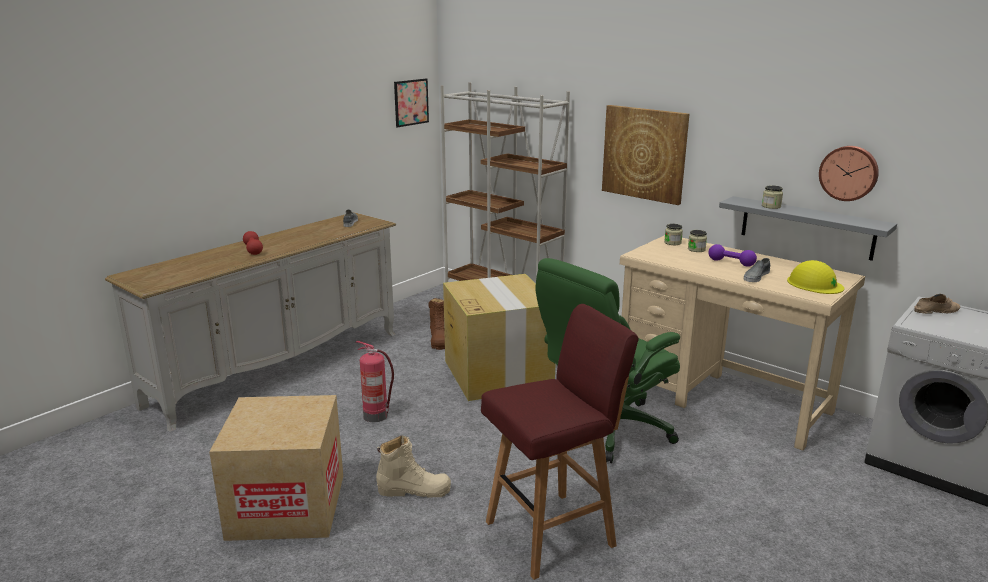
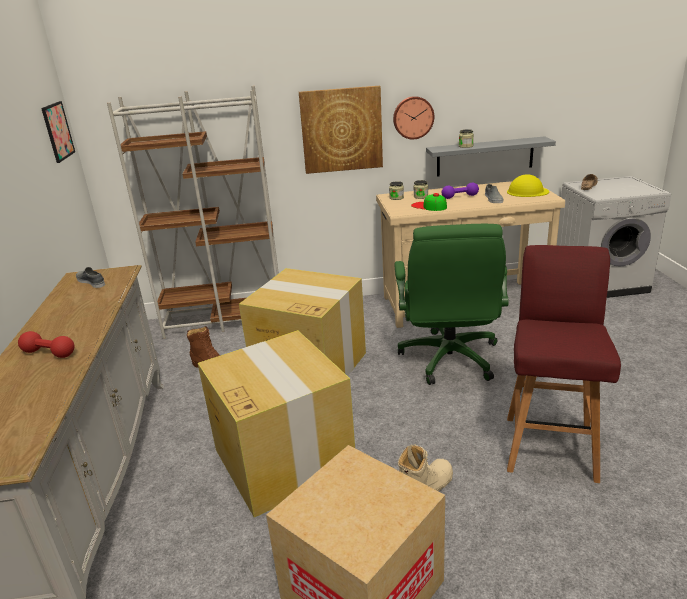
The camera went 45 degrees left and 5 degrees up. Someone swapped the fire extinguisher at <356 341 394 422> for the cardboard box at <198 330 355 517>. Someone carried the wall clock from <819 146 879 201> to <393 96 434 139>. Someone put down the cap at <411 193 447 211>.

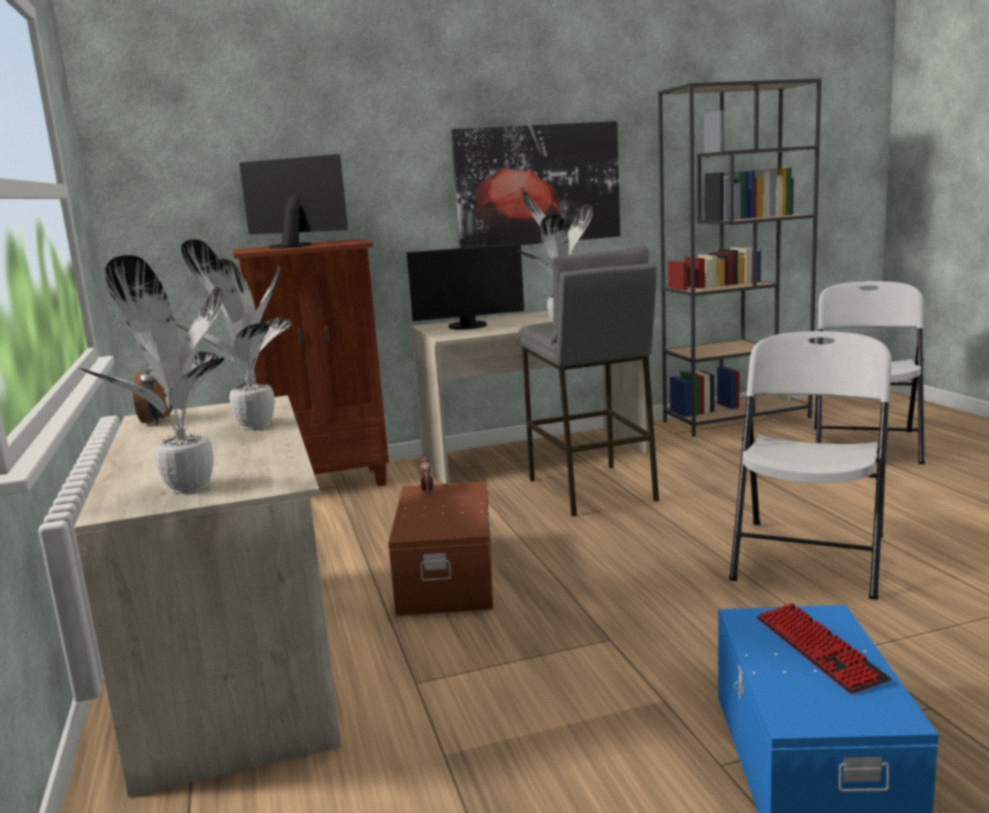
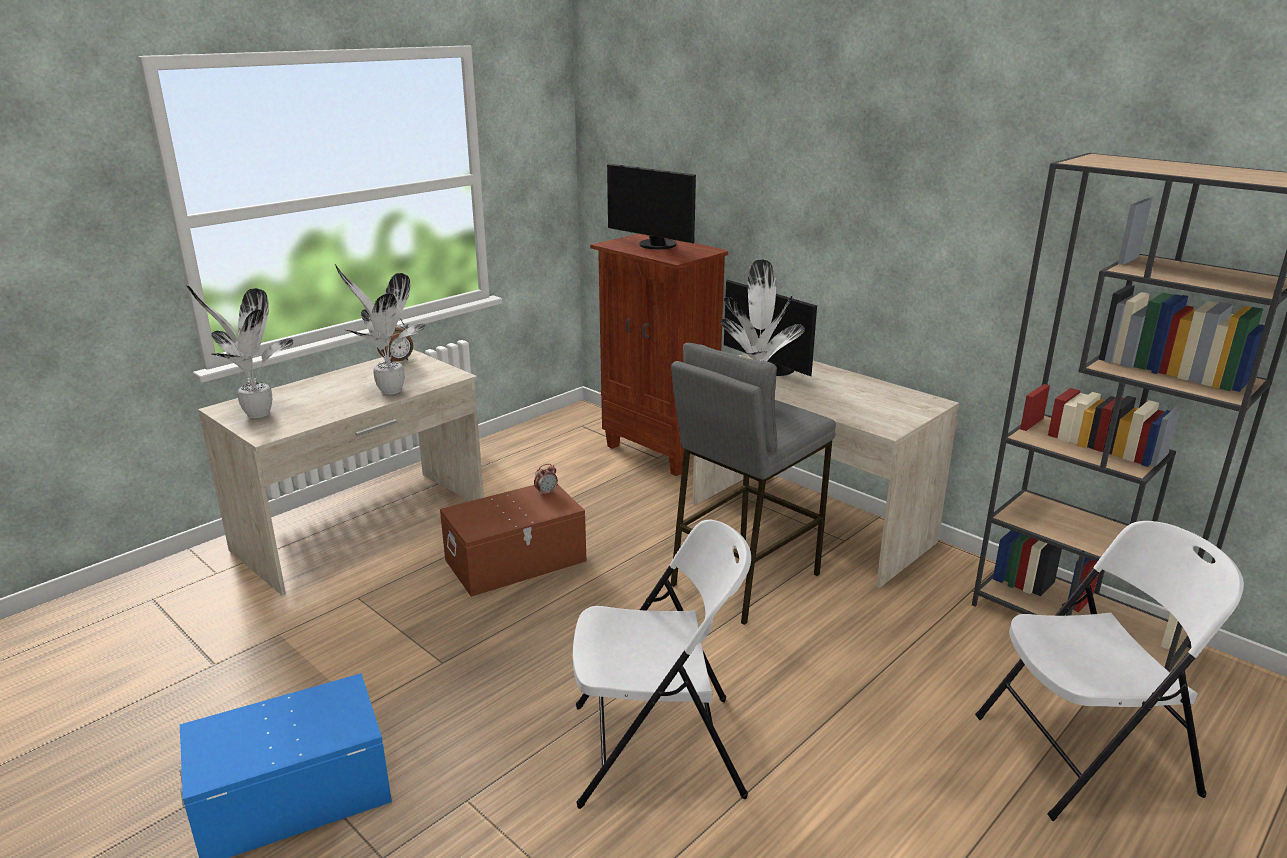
The camera went 60 degrees right and 10 degrees up. Someone rotated the monitor at <239 154 348 249> by 135 degrees clockwise. Someone took away the picture at <451 121 620 248>. Someone took away the keyboard at <757 603 891 694>.

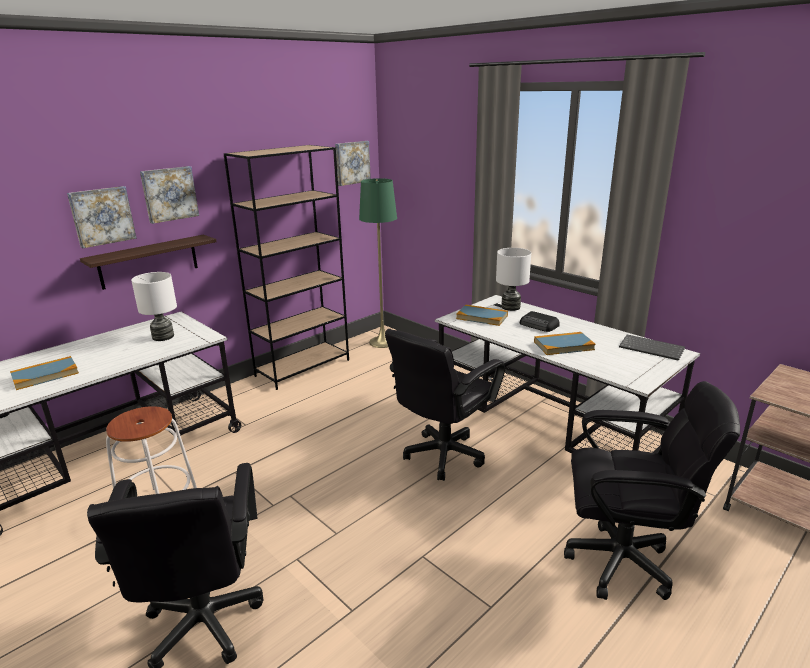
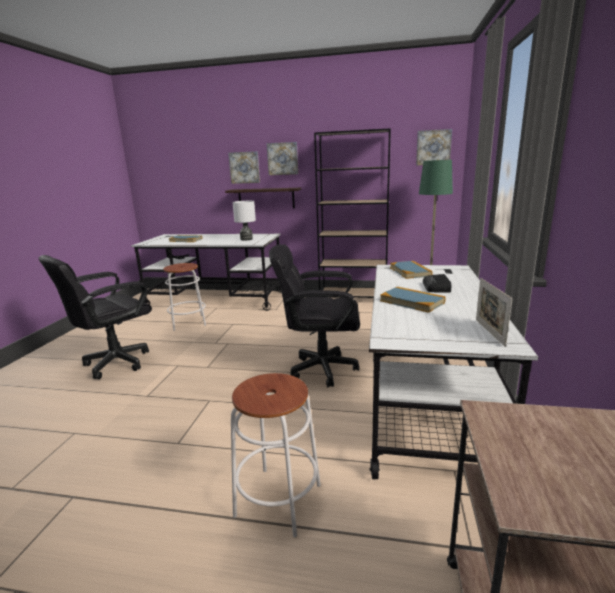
The camera went 55 degrees right and 5 degrees down. Someone took away the white table lamp at <496 248 531 311>. Someone swapped the black office chair at <564 381 740 600> for the white stool at <231 373 321 538>. Someone swapped the keyboard at <619 335 685 361> for the picture frame at <476 278 513 347>.

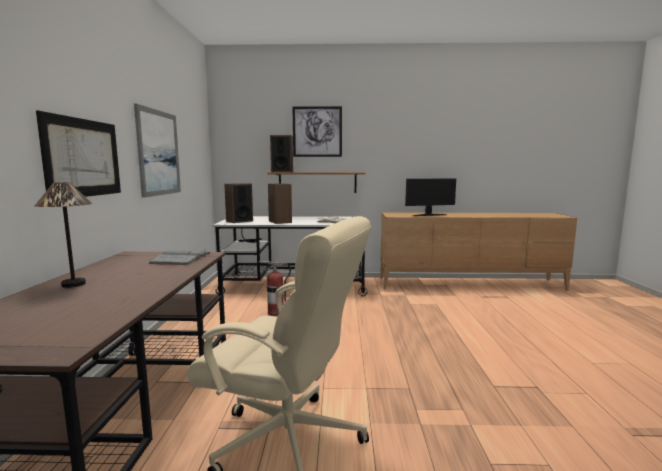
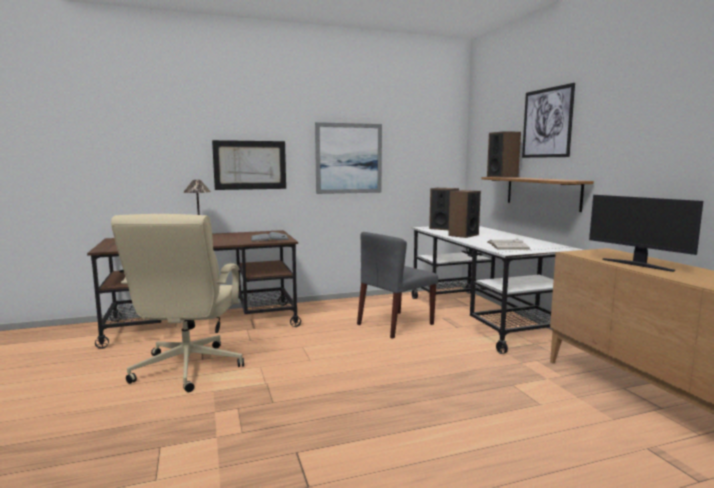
The camera went 70 degrees right and 0 degrees up. Someone swapped the fire extinguisher at <259 261 291 316> for the grey chair at <357 232 438 339>.

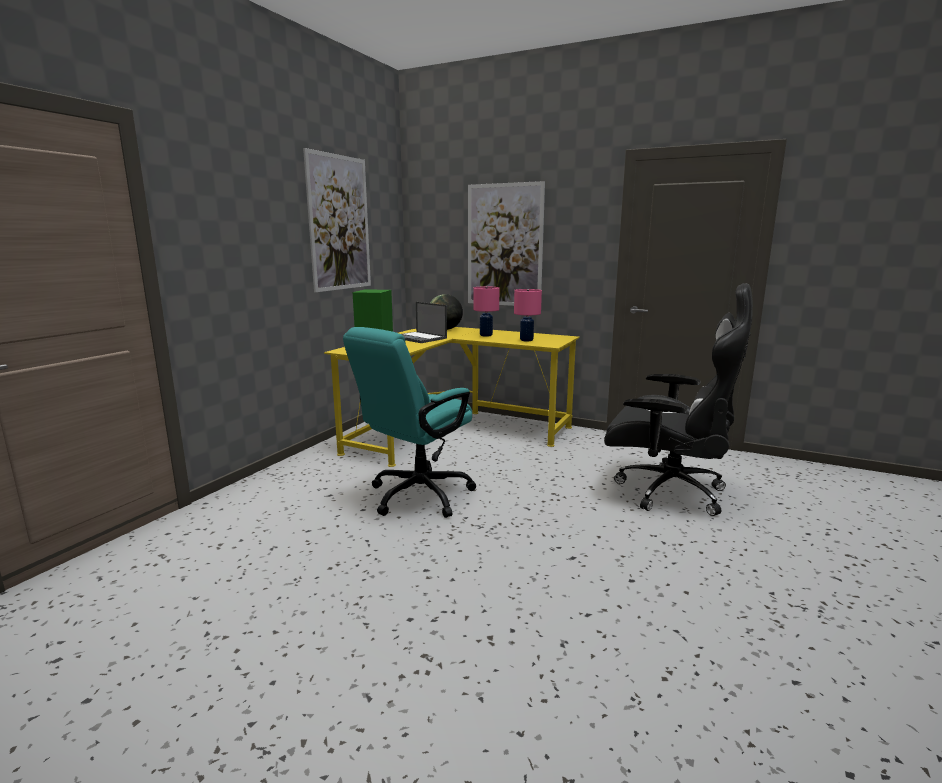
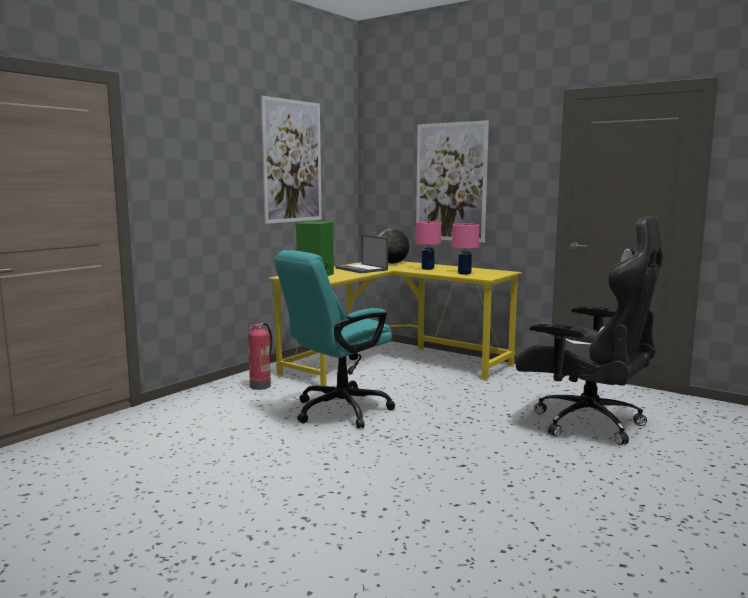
The camera went 10 degrees right and 5 degrees down. Someone put down the fire extinguisher at <248 321 272 390>.

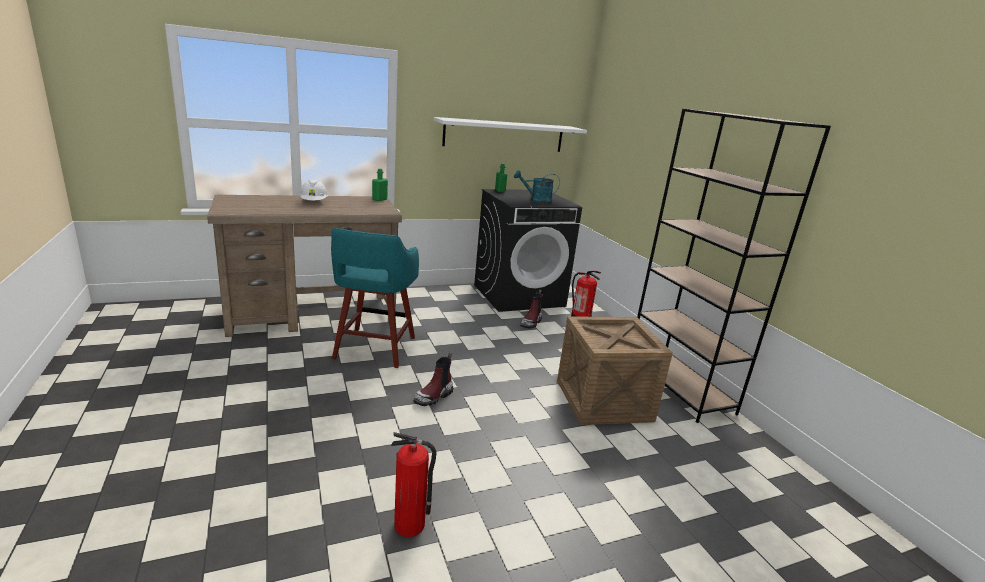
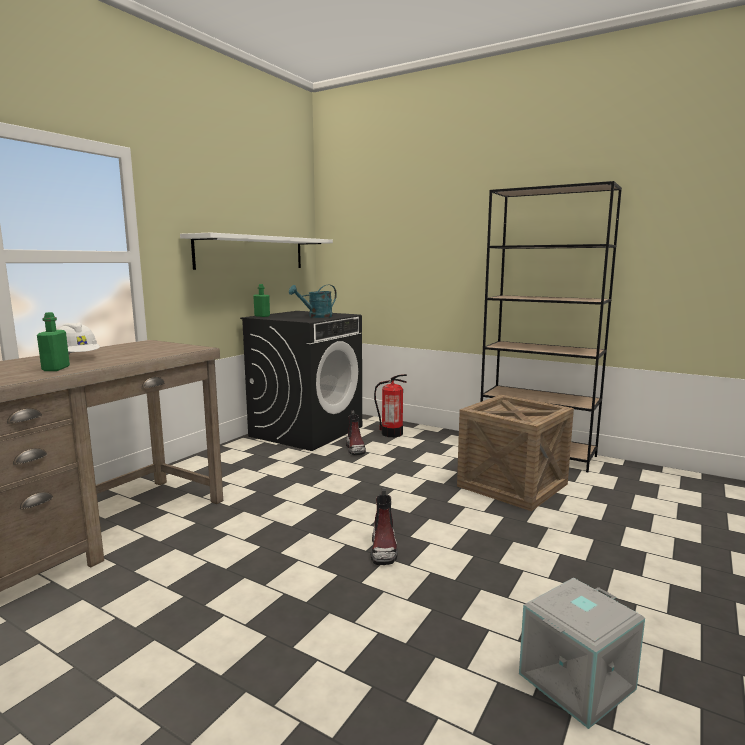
The camera went 35 degrees left and 10 degrees down. Someone took away the turquoise stool at <331 228 419 368>. Someone carried the green bottle from <372 169 388 201> to <37 312 70 371>. Someone swapped the fire extinguisher at <391 432 437 537> for the grey storage box at <519 578 645 729>.

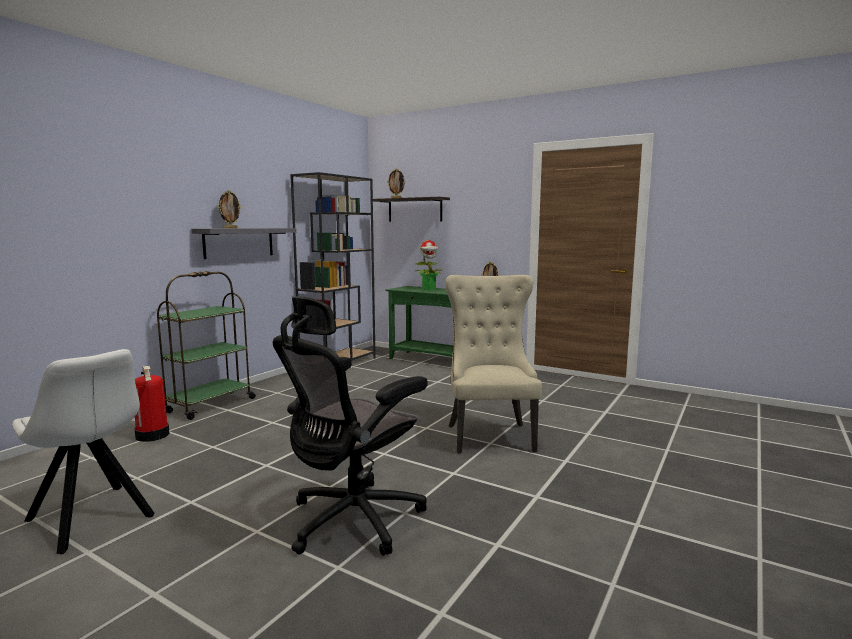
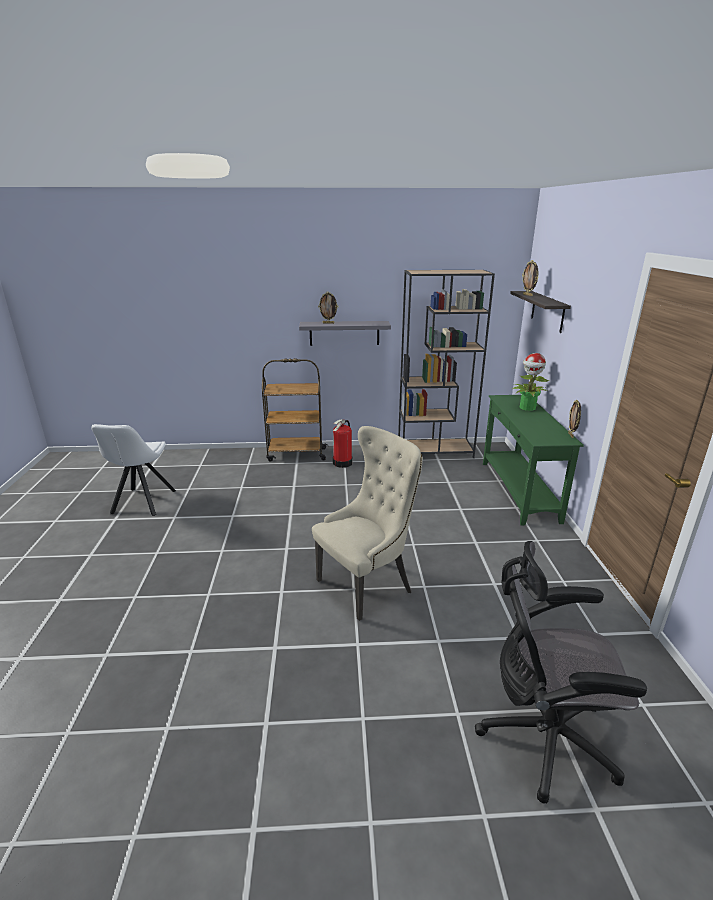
The camera went 55 degrees right and 15 degrees up. Someone carried the fire extinguisher from <134 366 170 442> to <333 419 353 468>. Someone repainted the green cart at <157 271 256 420>, which became the brown cart at <262 358 327 462>. Someone carried the office chair from <273 296 428 556> to <475 541 647 803>.

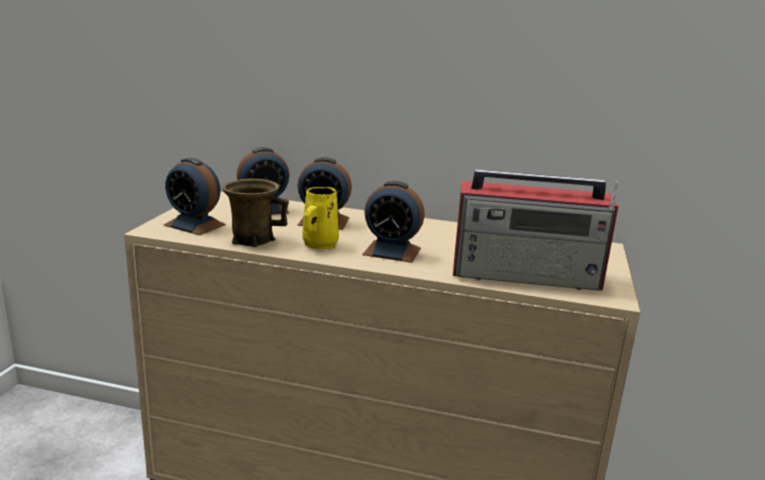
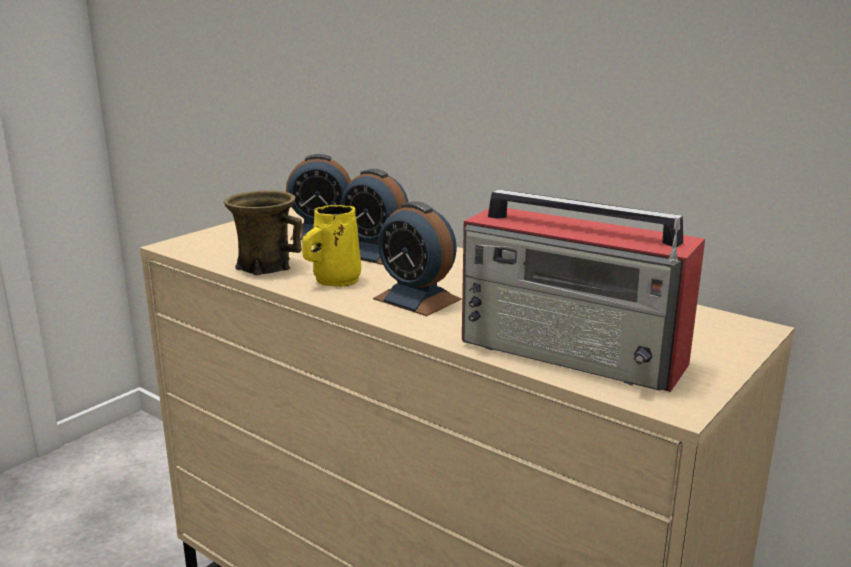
The camera went 25 degrees right and 0 degrees up. Someone took away the alarm clock at <164 158 226 235>.

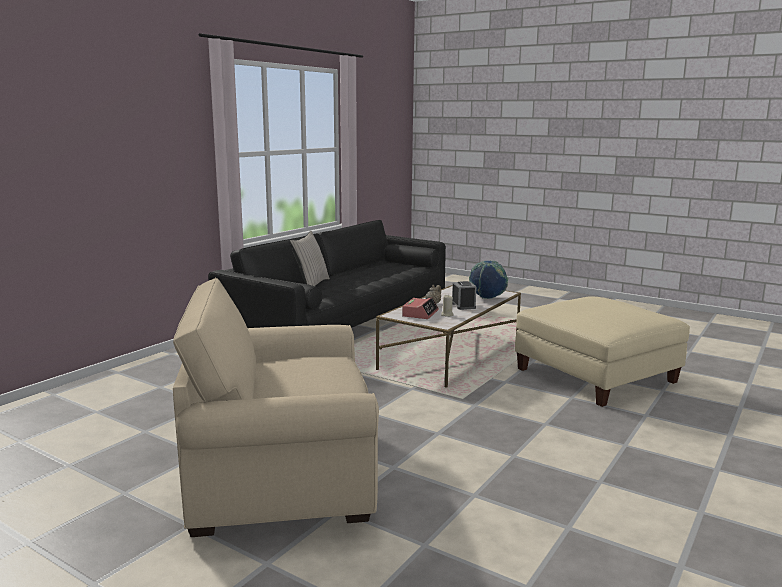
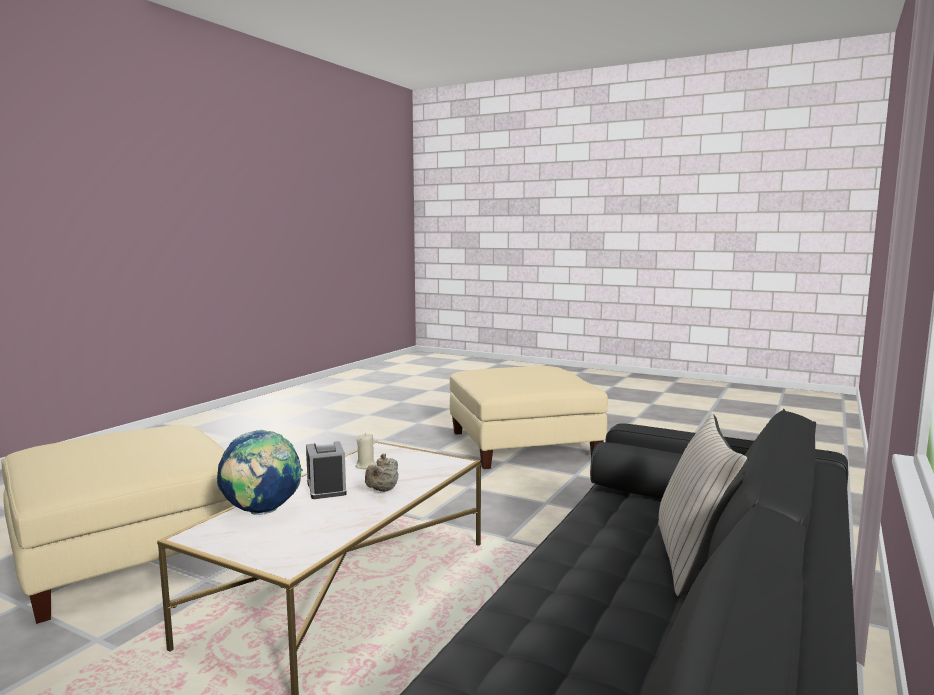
The camera went 175 degrees right and 5 degrees down. Someone swapped the beige armchair at <173 277 379 537> for the beige ottoman at <450 366 608 469>. Someone took away the alarm clock at <402 297 439 319>.

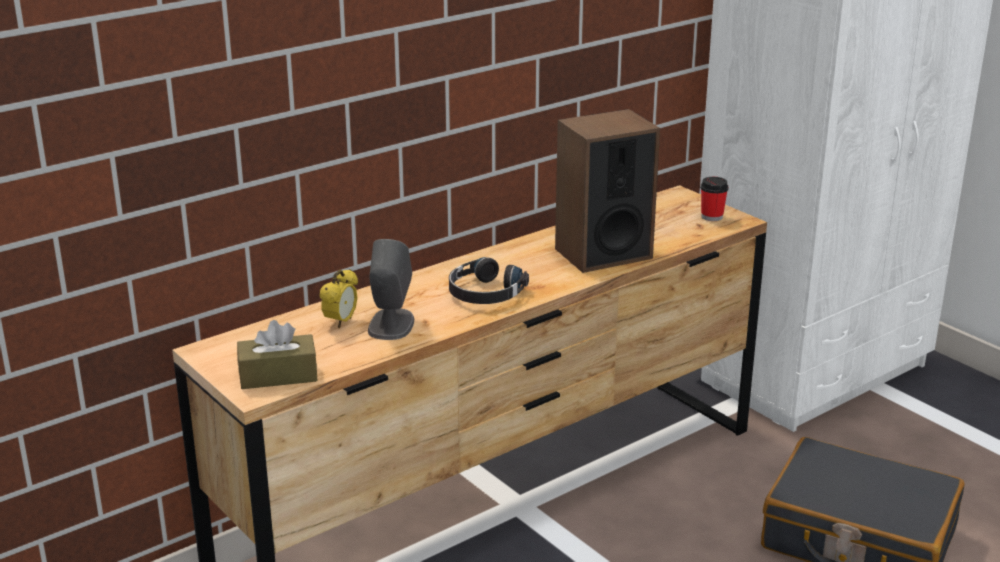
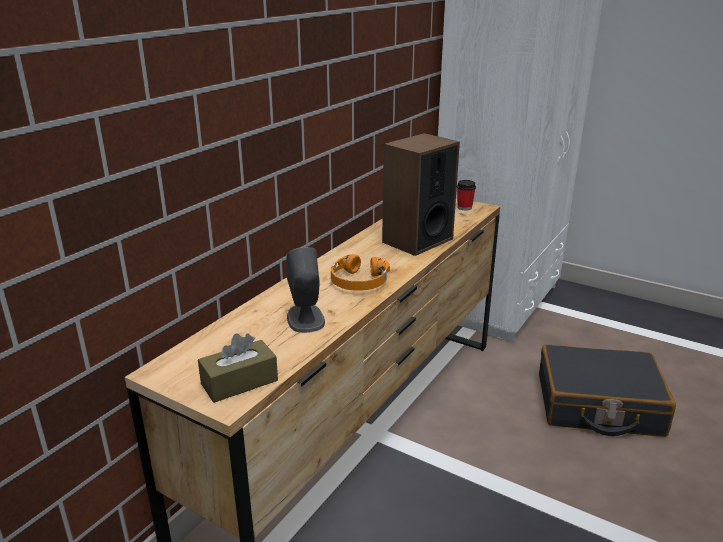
The camera went 20 degrees left and 0 degrees up. Someone took away the alarm clock at <320 269 358 328>. Someone repainted the black headphones at <449 257 529 304>, which became the orange headphones at <331 254 390 291>.

